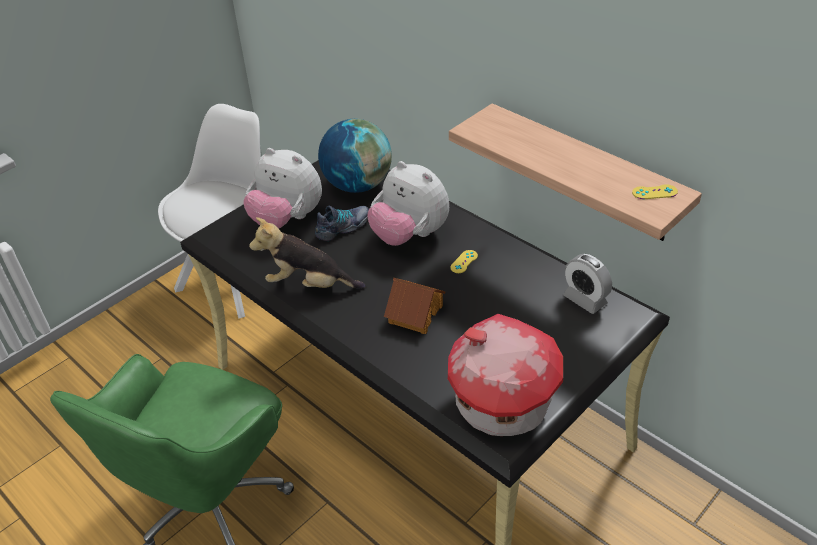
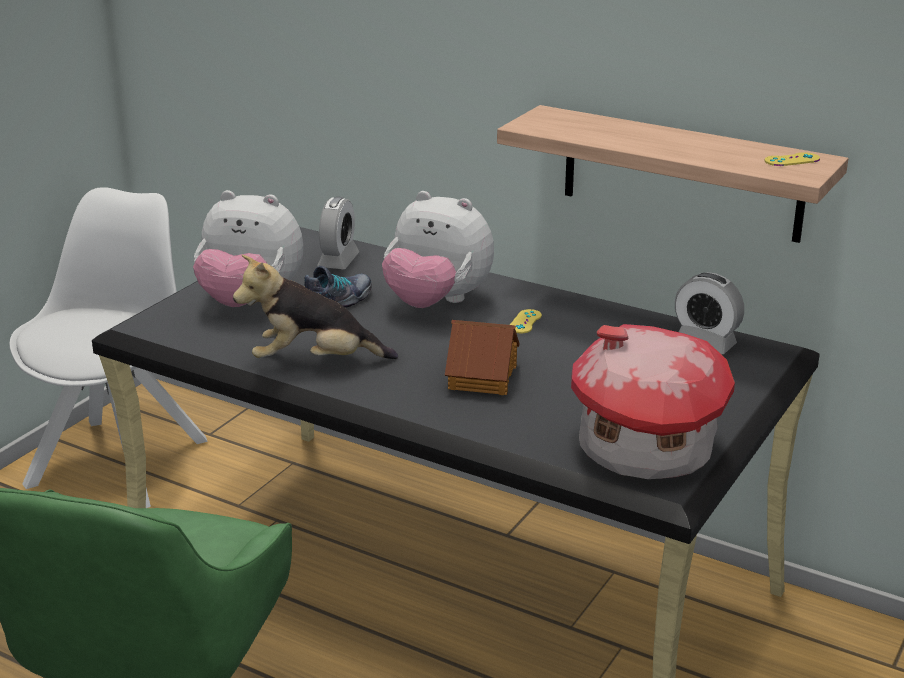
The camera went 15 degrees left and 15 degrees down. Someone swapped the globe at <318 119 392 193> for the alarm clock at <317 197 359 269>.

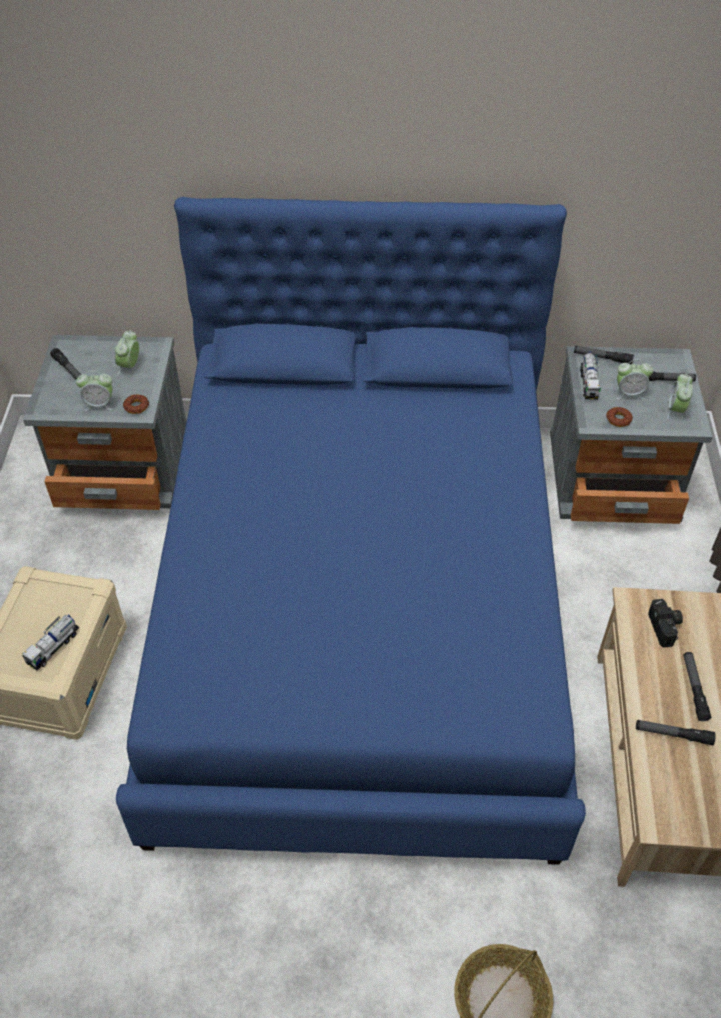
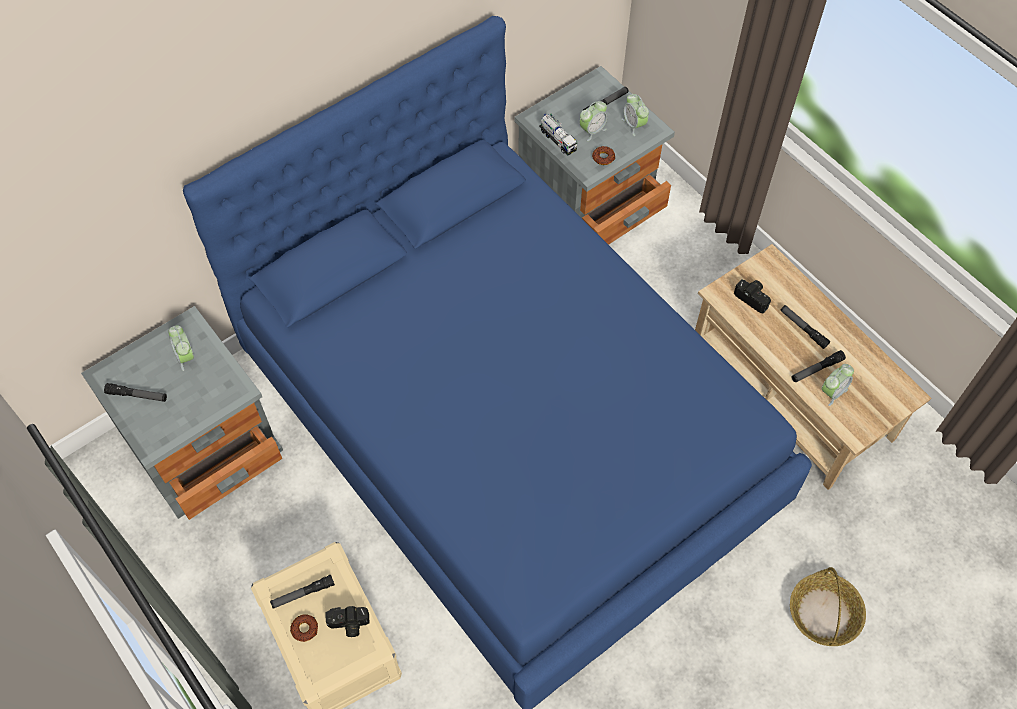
The camera went 40 degrees left and 10 degrees up. Someone swapped the toy truck at <22 614 79 670> for the photo camera at <326 606 369 637>. Someone carried the alarm clock from <76 370 114 411> to <822 364 854 406>. Someone carried the donut from <123 394 149 414> to <290 614 318 642>. Someone carried the flashlight from <574 346 634 364> to <270 574 335 609>.

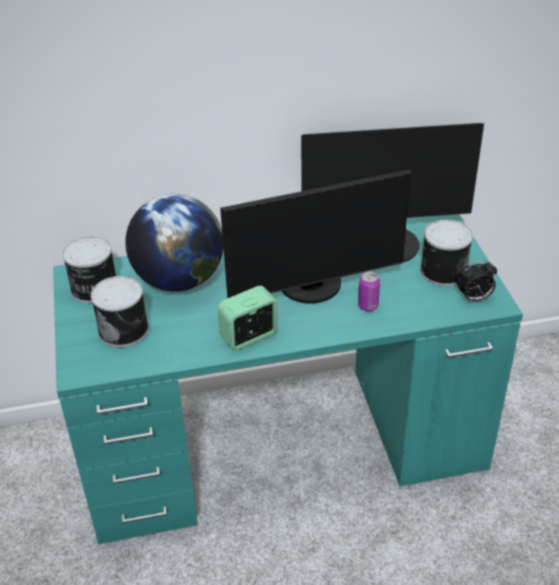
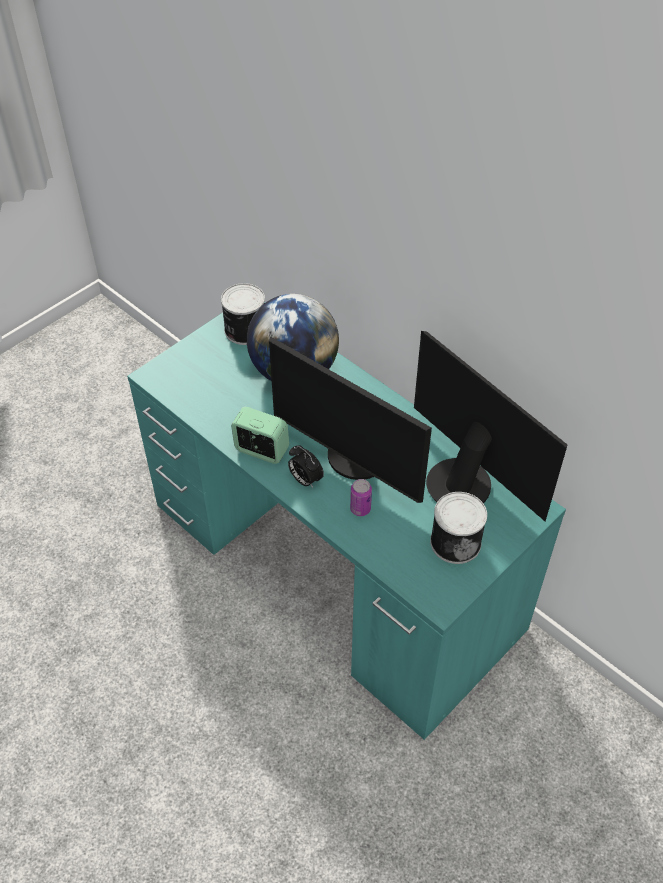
The camera went 55 degrees right and 10 degrees up. Someone took away the can at <91 276 149 347>. Someone carried the alarm clock from <457 260 497 301> to <288 445 324 488>.

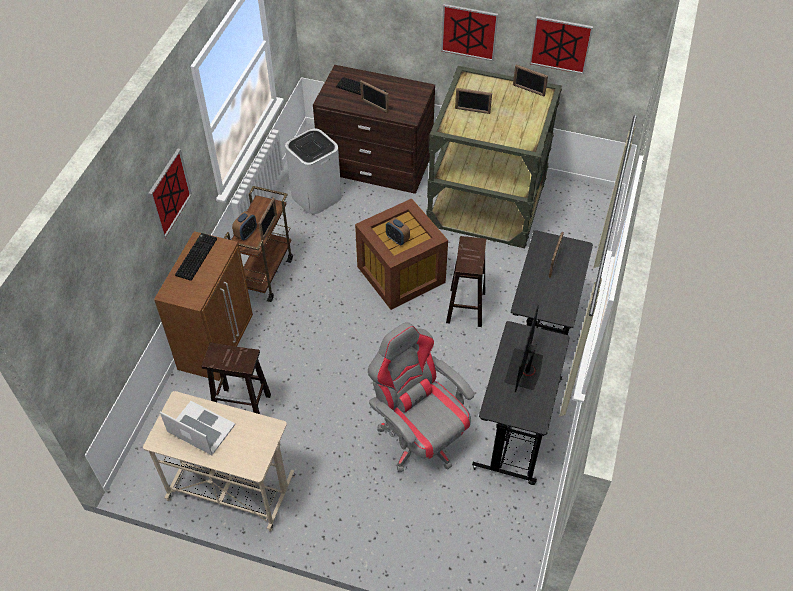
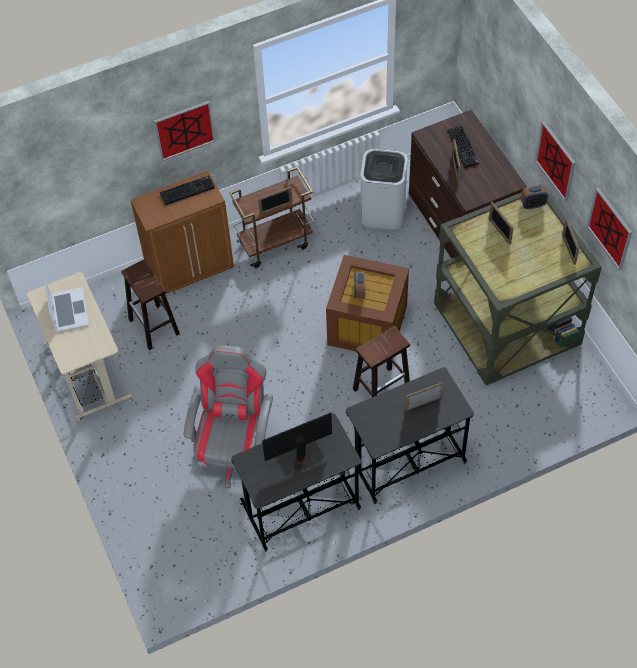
The camera went 50 degrees right and 5 degrees up. Someone carried the alarm clock from <232 211 257 240> to <521 185 548 209>.

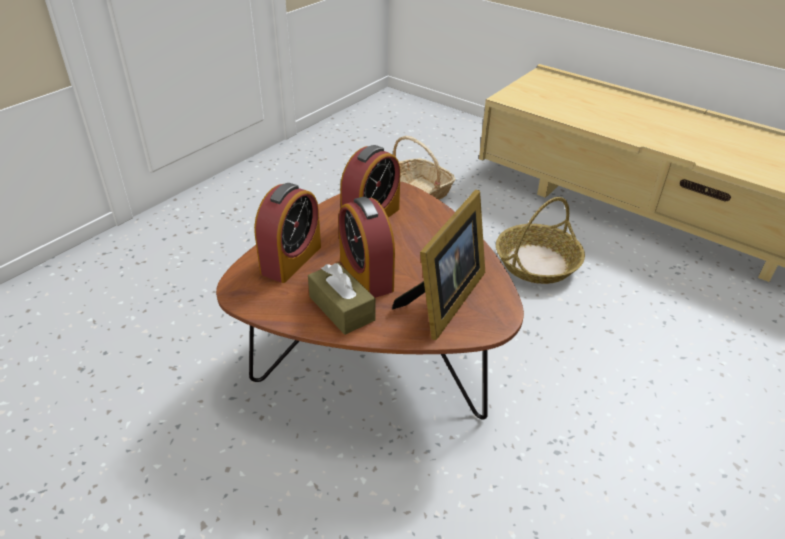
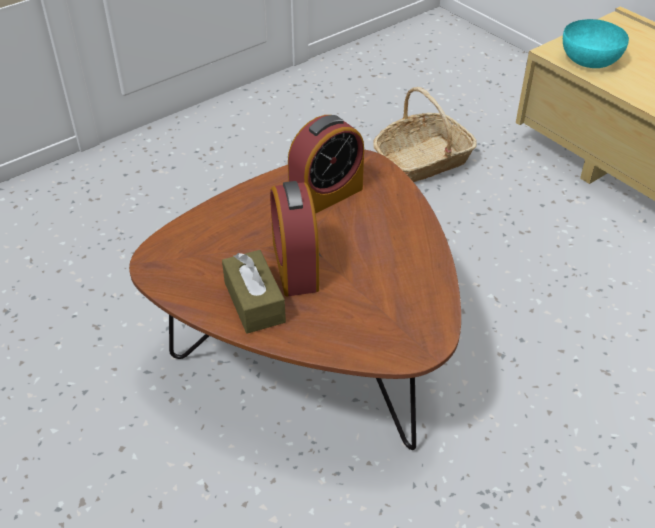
The camera went 15 degrees right and 5 degrees up. Someone took away the alarm clock at <254 183 321 283>. Someone took away the picture frame at <392 190 485 340>. Someone took away the basket at <496 197 585 284>. Someone put down the turquoise bowl at <563 19 629 68>.

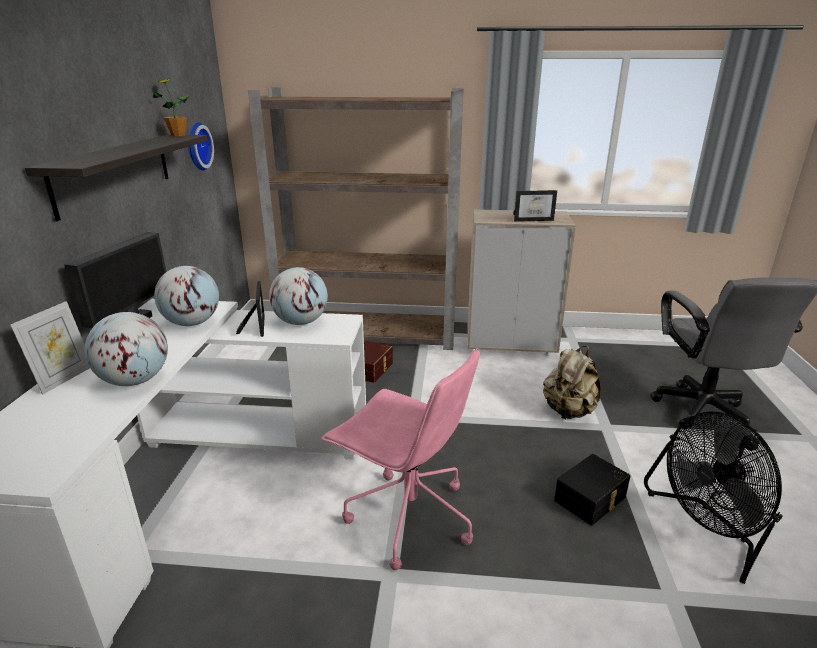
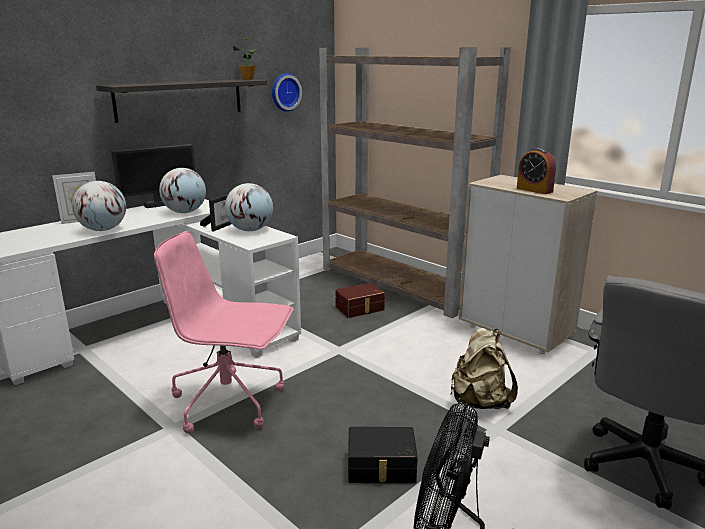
The camera went 40 degrees right and 5 degrees down. Someone rotated the pink office chair at <321 348 480 570> by 120 degrees clockwise. Someone swapped the picture frame at <513 190 557 222> for the alarm clock at <517 148 556 194>.

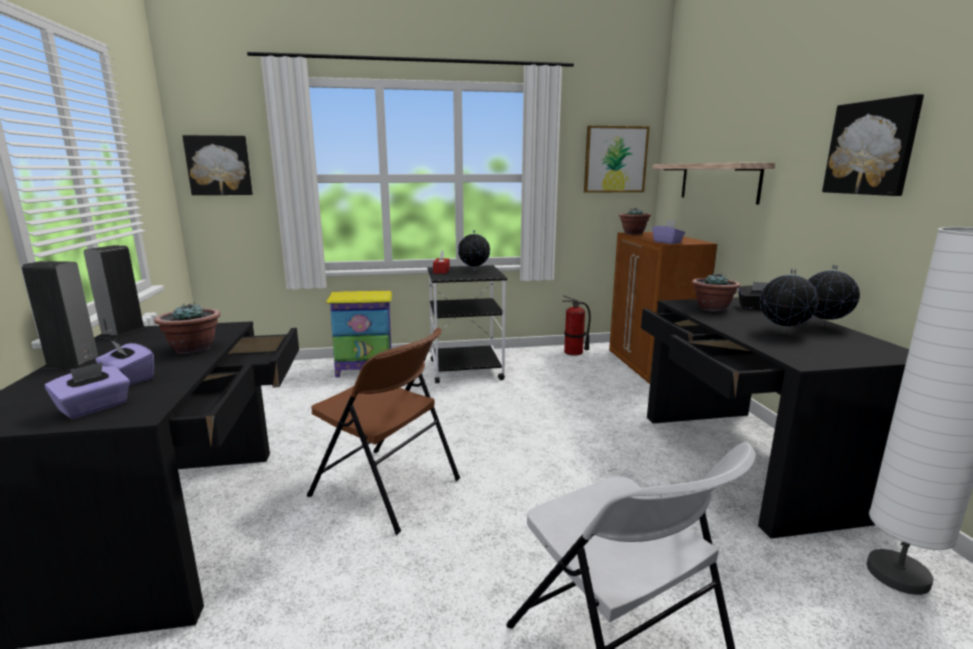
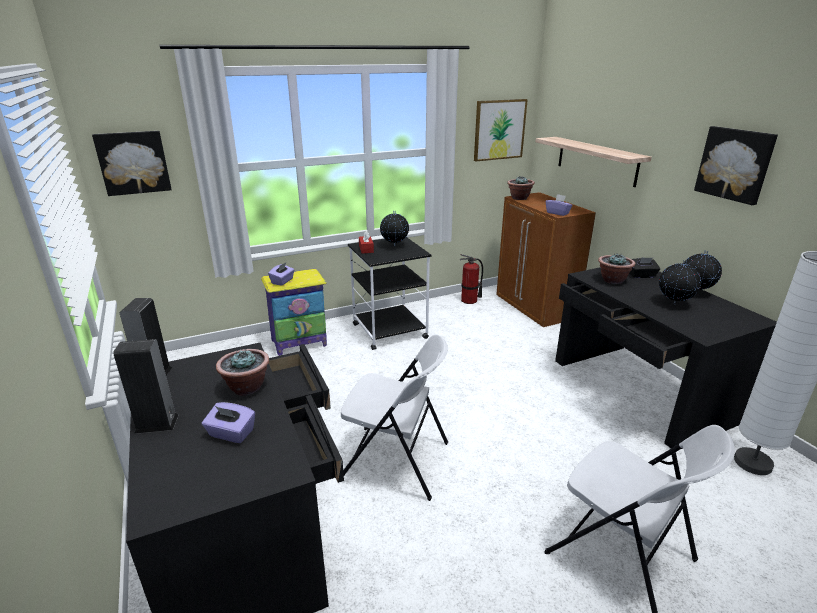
The camera went 15 degrees left and 10 degrees up. Someone carried the purple tissue box from <45 362 130 419> to <268 263 295 286>. Someone repainted the brown chair at <307 327 460 535>, which became the white chair at <341 334 448 501>.

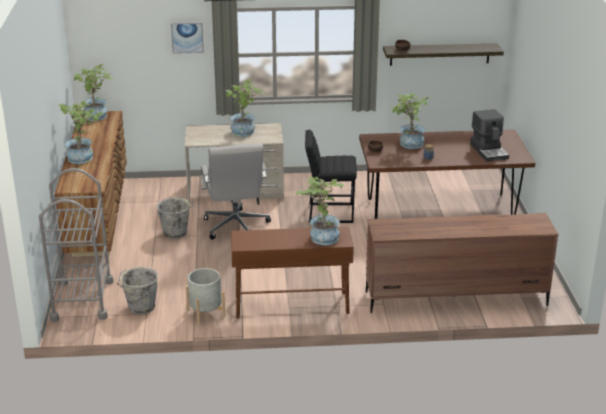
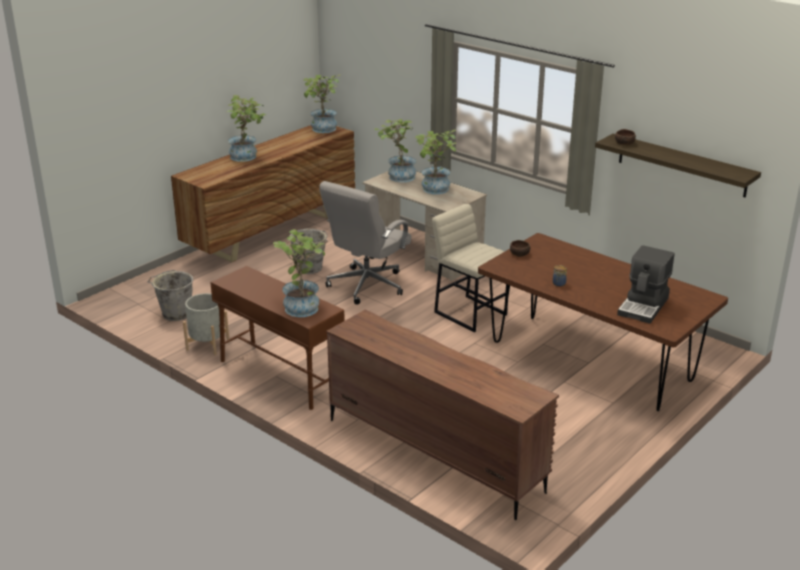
The camera went 45 degrees right and 0 degrees up. Someone took away the grey cart at <39 168 113 322>. Someone took away the picture at <171 22 204 54>. Someone repainted the black chair at <305 130 357 223>, which became the beige chair at <432 204 508 332>. Someone carried the potted plant from <391 93 432 149> to <374 119 416 182>.

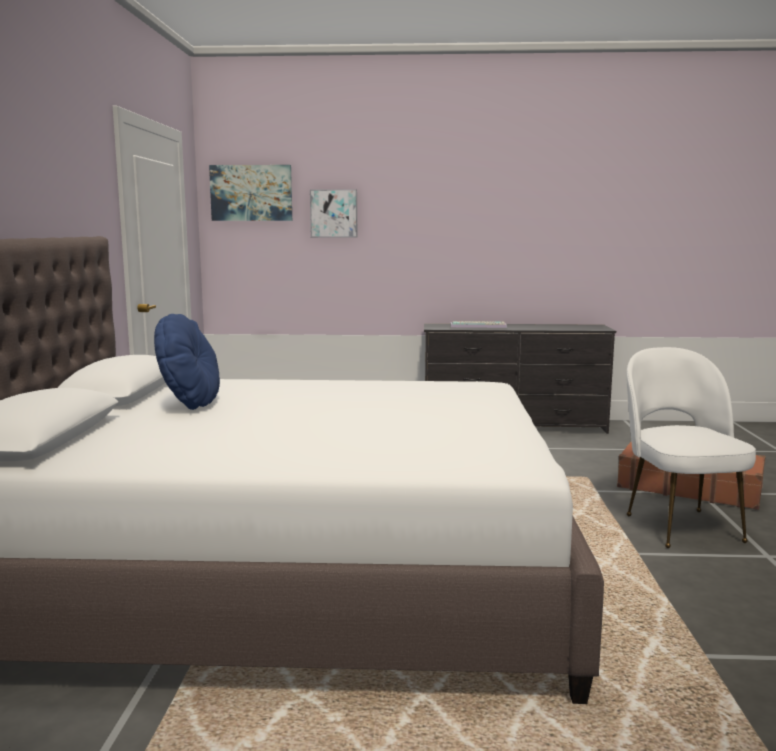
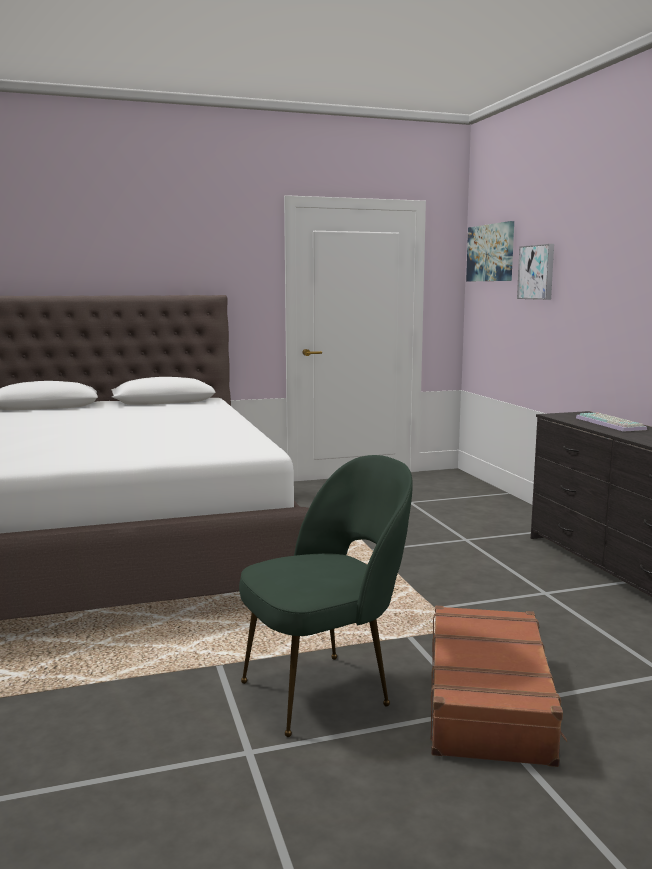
The camera went 70 degrees right and 0 degrees up. Someone took away the blue pillow at <154 314 220 410>. Someone repainted the white chair at <626 347 756 548>, which became the green chair at <239 455 413 737>.

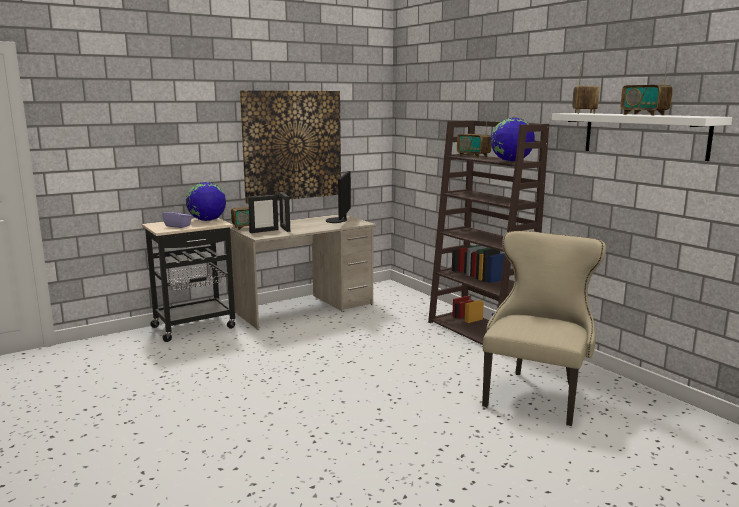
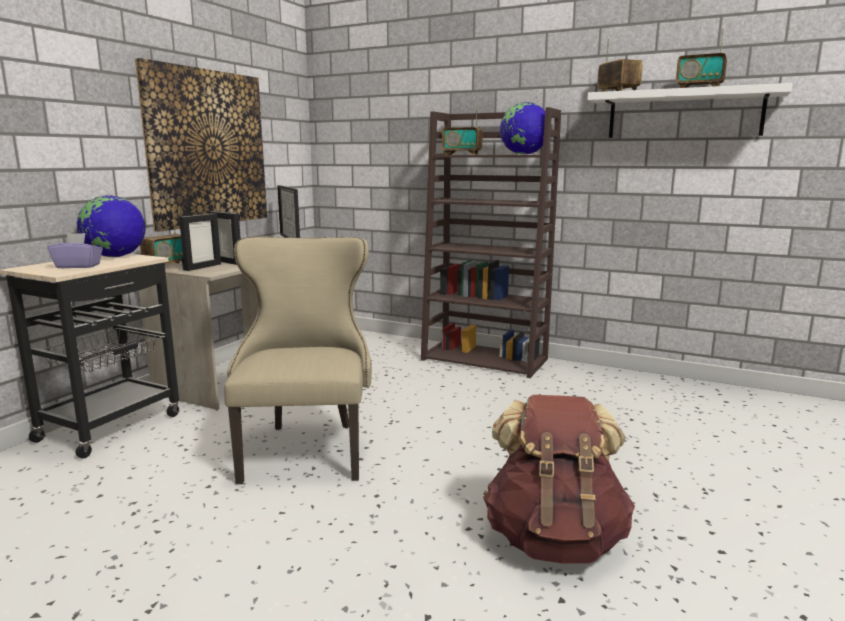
The camera went 30 degrees left and 0 degrees up. Someone carried the beige chair from <482 231 606 426> to <224 237 372 484>. Someone put down the brown backpack at <483 395 635 563>.

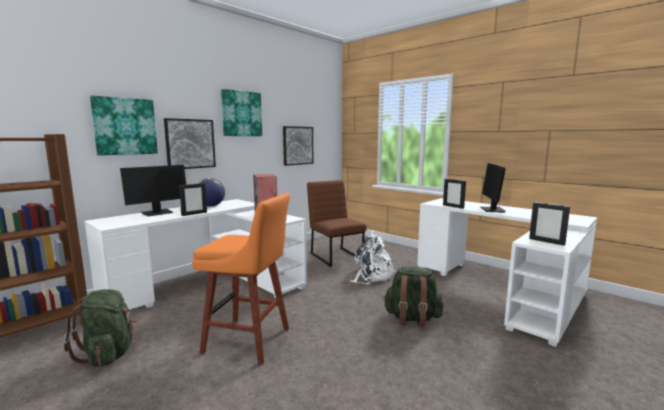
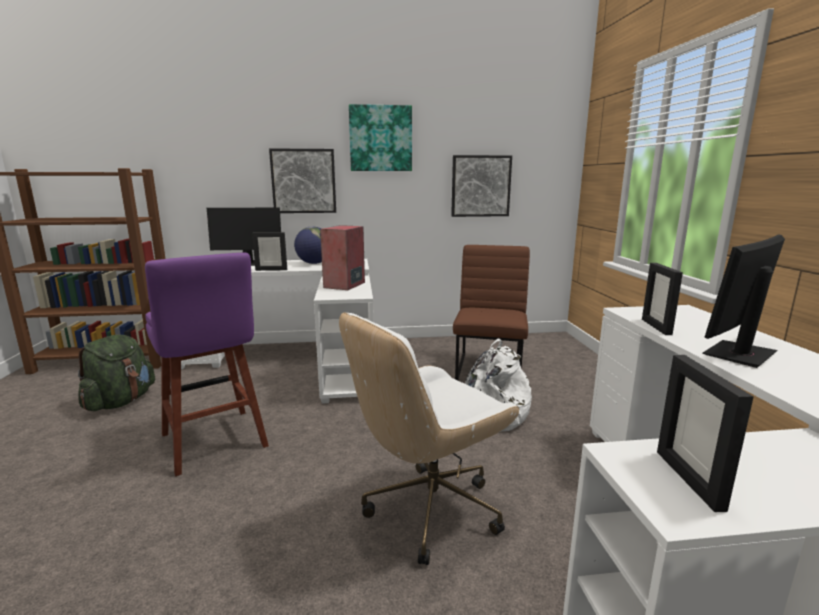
The camera went 40 degrees right and 5 degrees up. Someone took away the picture at <90 95 158 156>. Someone repainted the orange stool at <192 193 290 365>, which became the purple stool at <145 253 269 476>. Someone swapped the green backpack at <383 266 444 327> for the white office chair at <339 312 519 565>.

